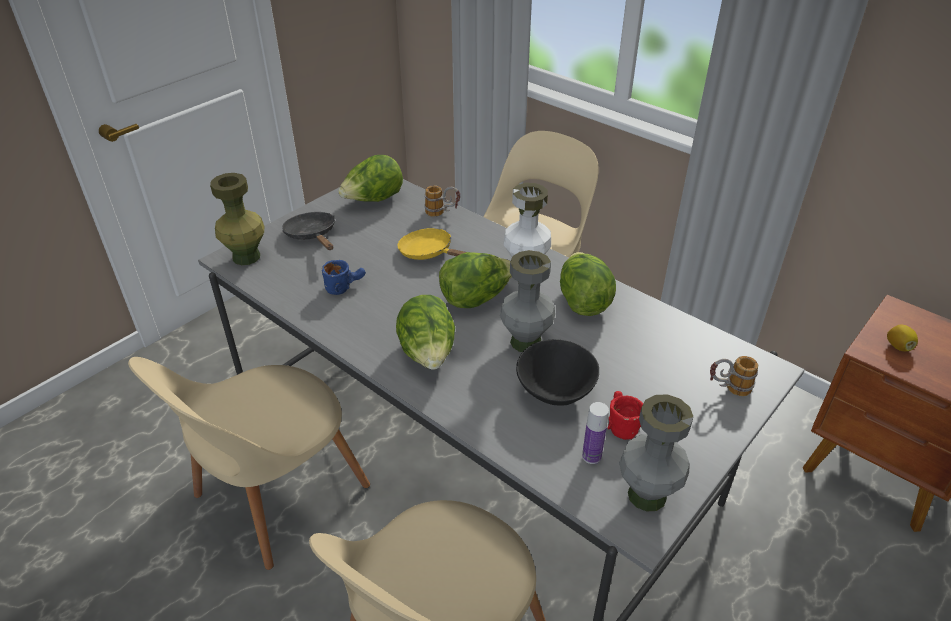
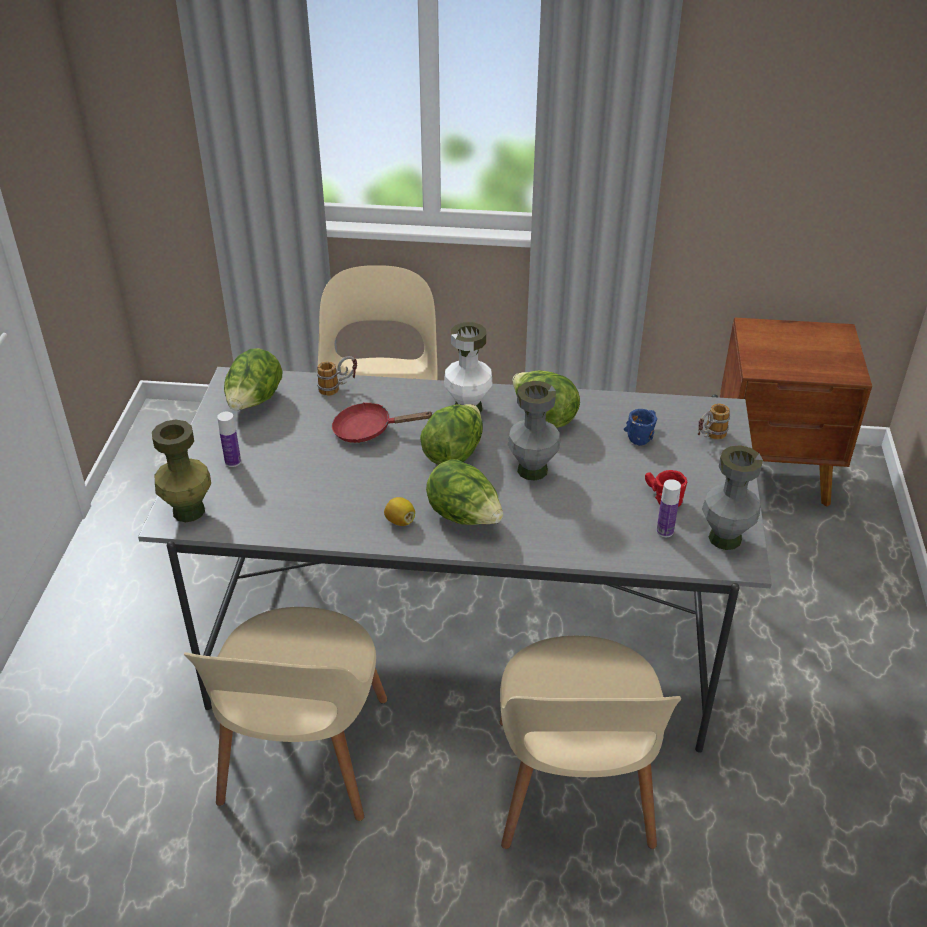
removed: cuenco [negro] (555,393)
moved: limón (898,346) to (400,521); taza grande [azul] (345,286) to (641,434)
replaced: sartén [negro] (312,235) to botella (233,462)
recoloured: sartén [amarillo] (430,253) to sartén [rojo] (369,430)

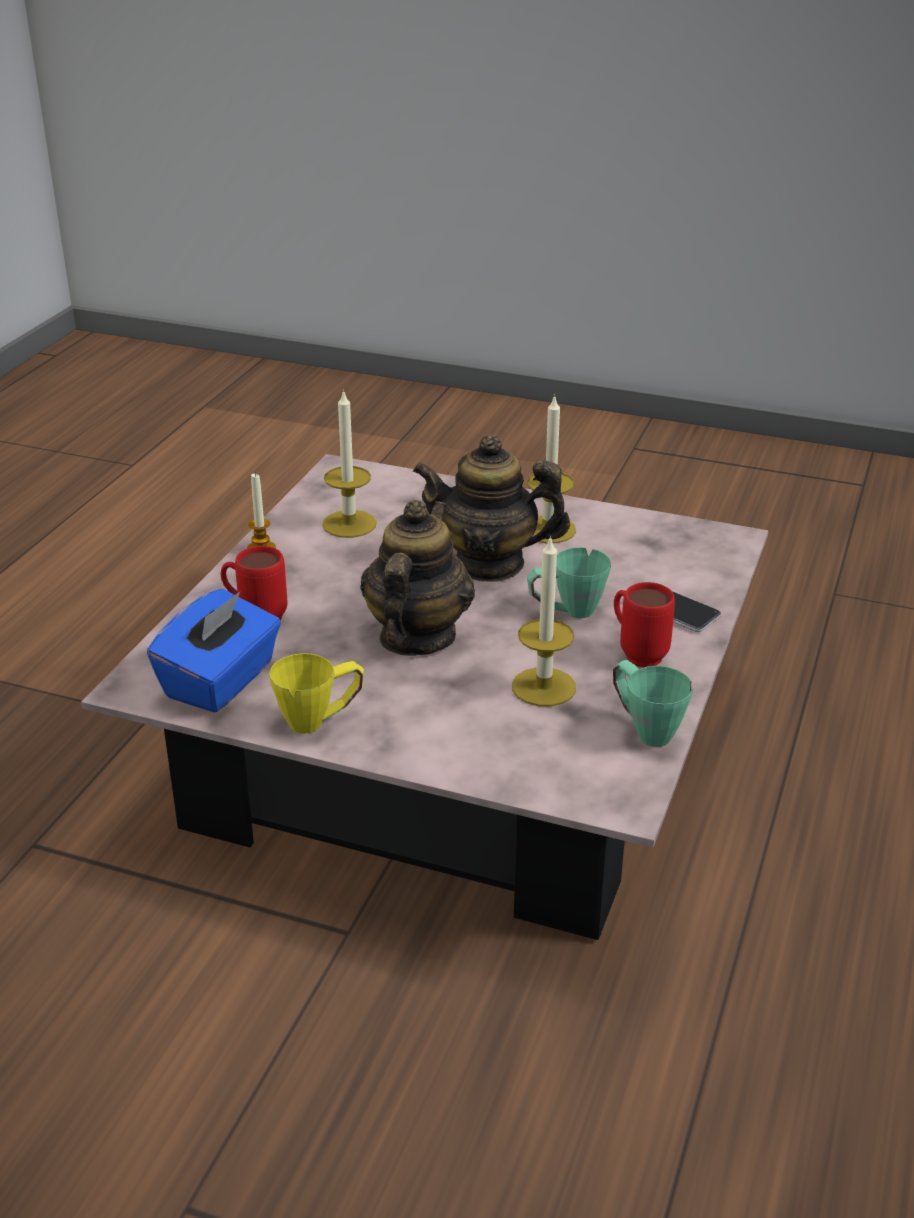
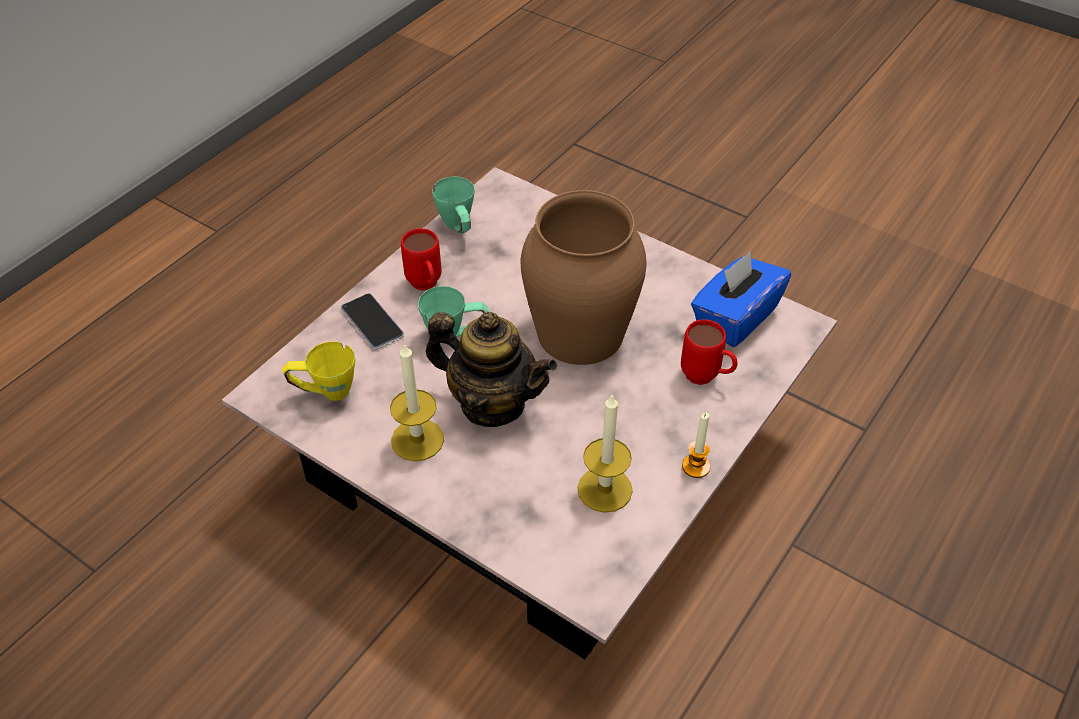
removed: vela (543,687)
moved: taza grande [amarillo] (320,720) to (325,392)
replaced: tetera (416,637) to florero [marrón] (581,332)

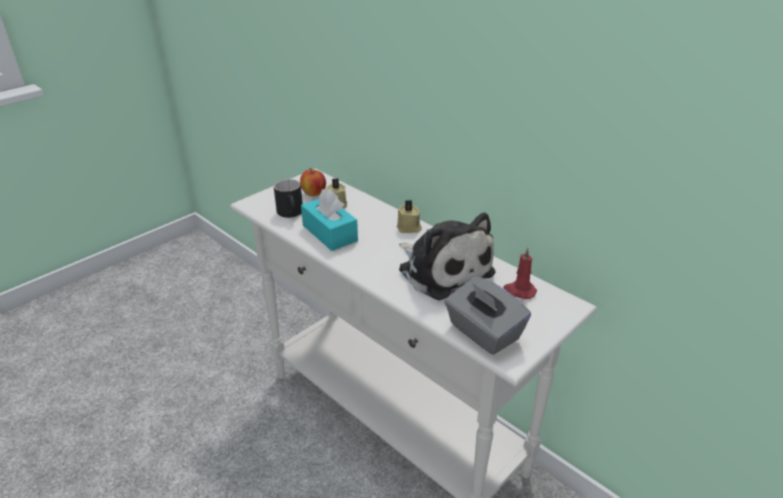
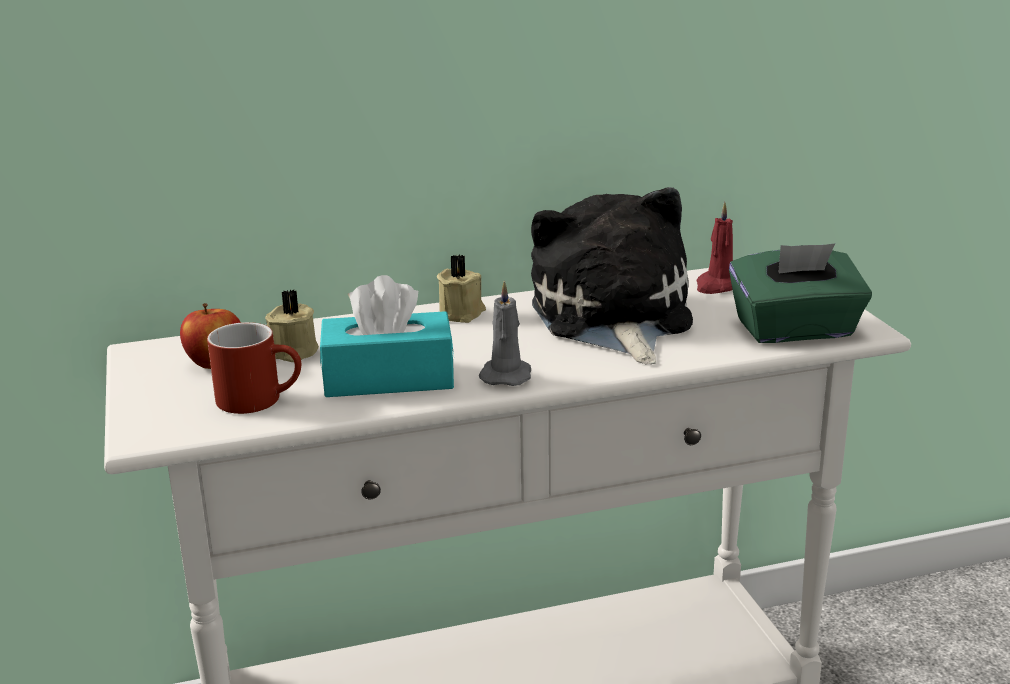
added: vela [gris] (506,375)
recoloured: taza grande [negro] (292,213) to taza grande [rojo] (261,399); caja de pañuelos [gris] (483,332) to caja de pañuelos [verde] (795,330)
turned: peluche (443,269) = (612,318) 90 degrees counterclockwise

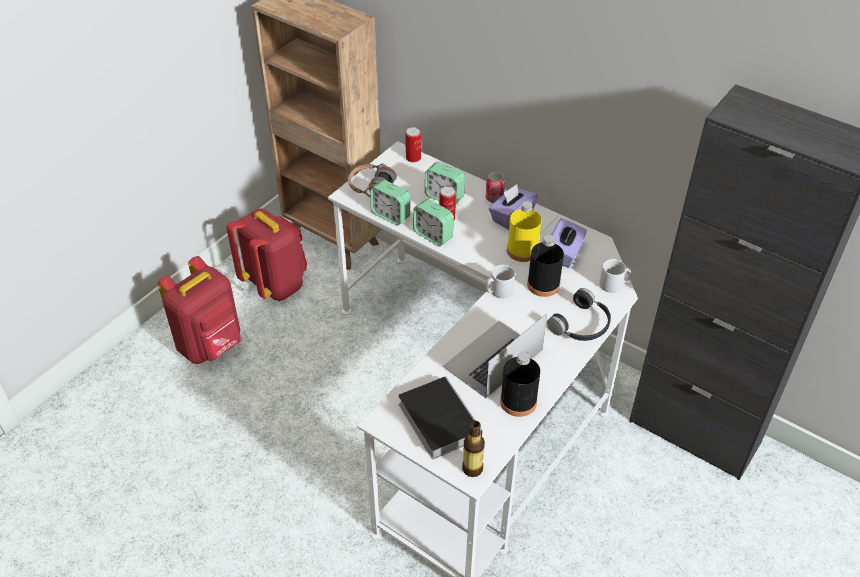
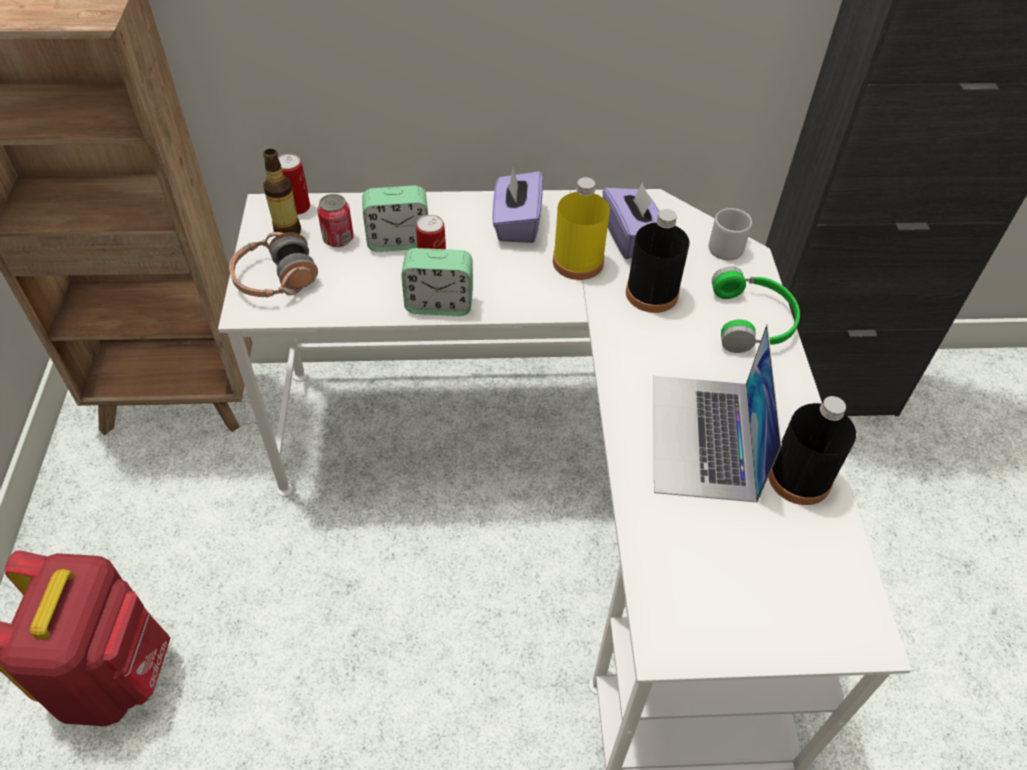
removed: mochila [rojo] (275,284); despertador (390,215); libro (437,419); taza grande [gris] (498,291)
moved: botella (472,468) to (287,232); lata (494,198) to (338,238)
recoloured: auriculares [negro] (582,325) to auriculares [verde] (753,321)

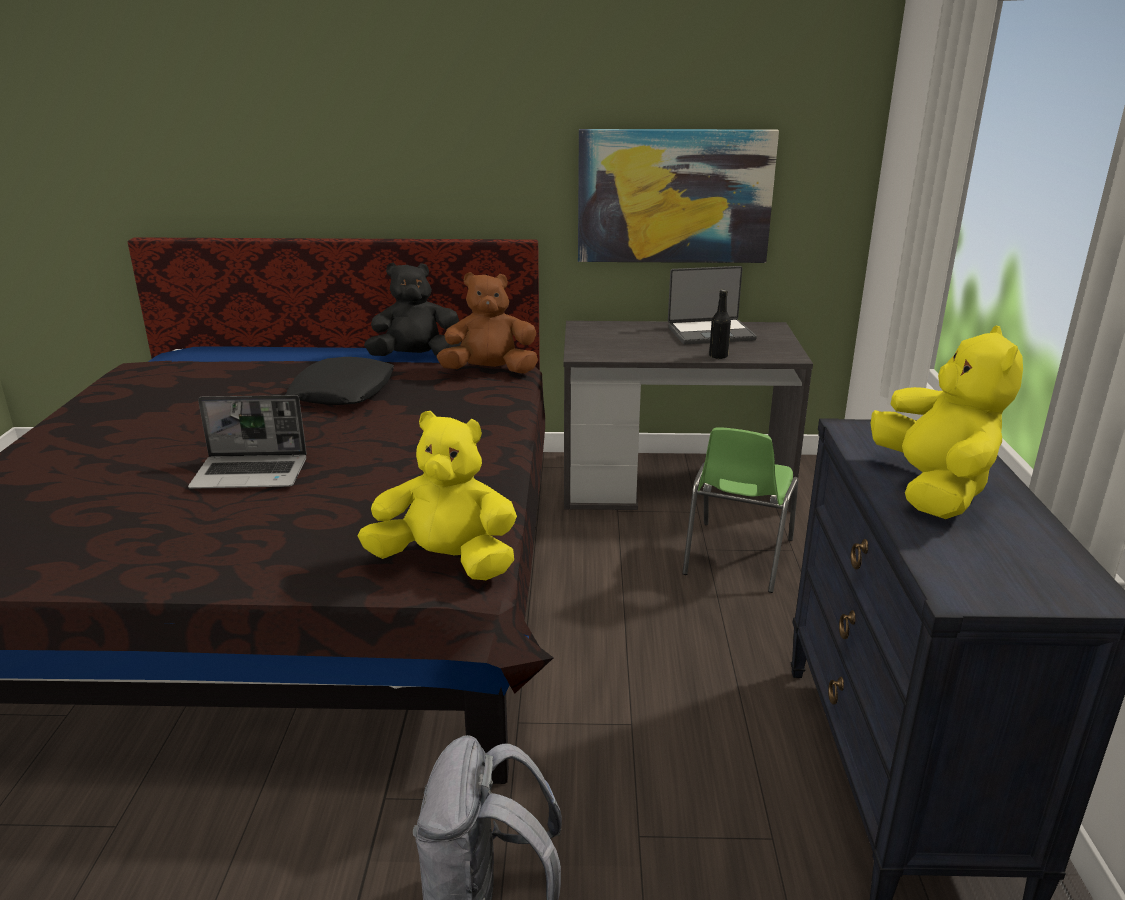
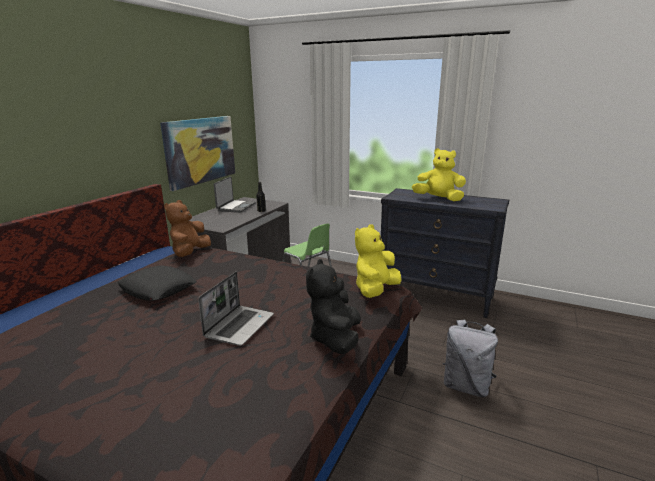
moved: peluche [negro] (415,358) to (335,338)

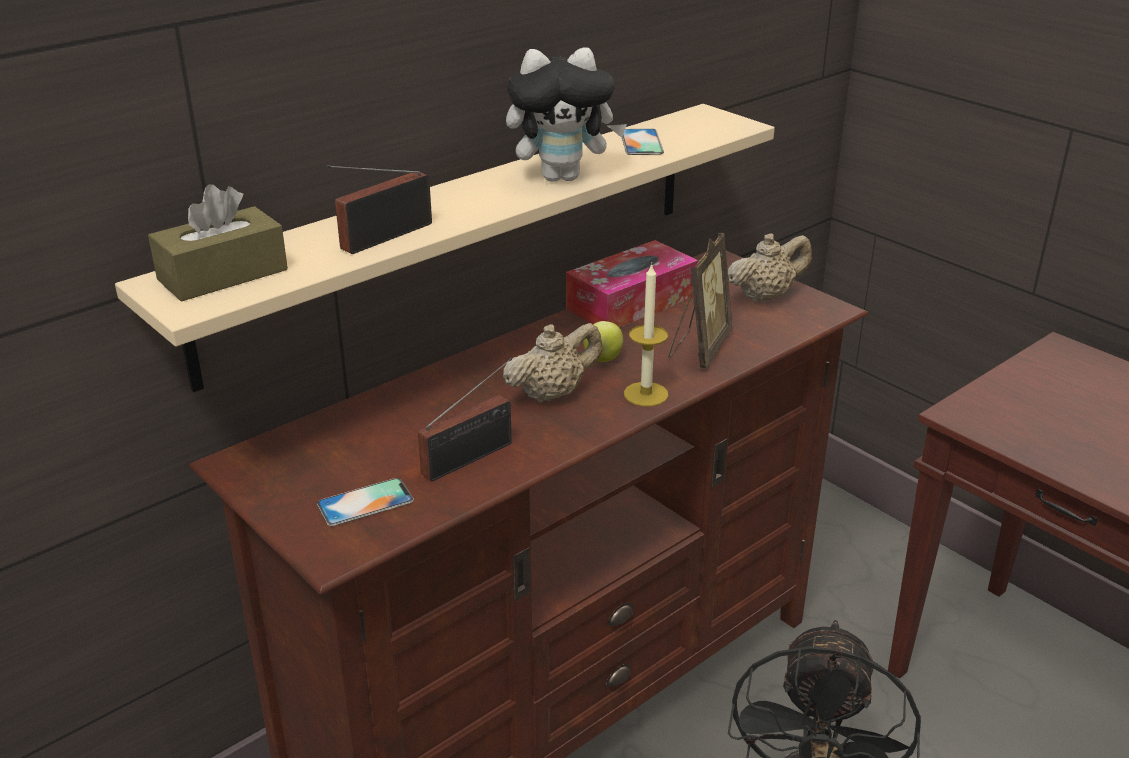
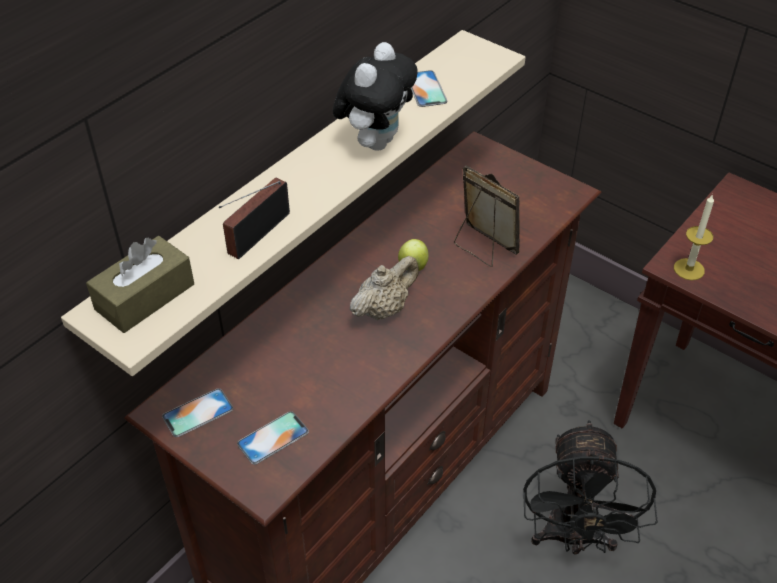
removed: radio (472,457); caja de pañuelos (631,302); tetera [beis] (766,296)
added: móvil (198,413)
moved: vela (646,394) to (689,269)
turned: peluche (562,177) = (375,141) 45 degrees counterclockwise; portarretratos (698,349) = (483,247) 60 degrees counterclockwise

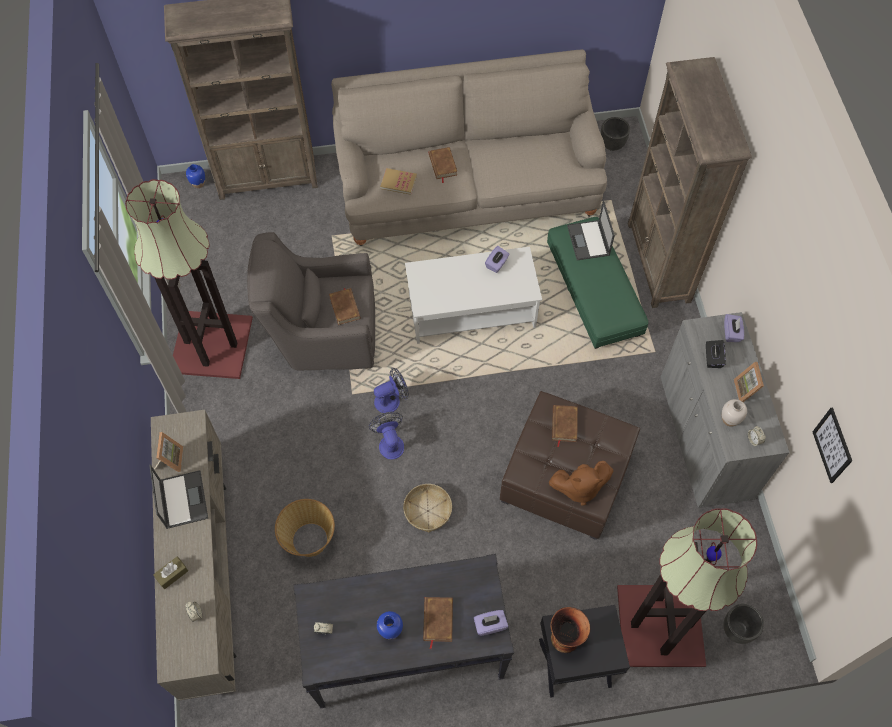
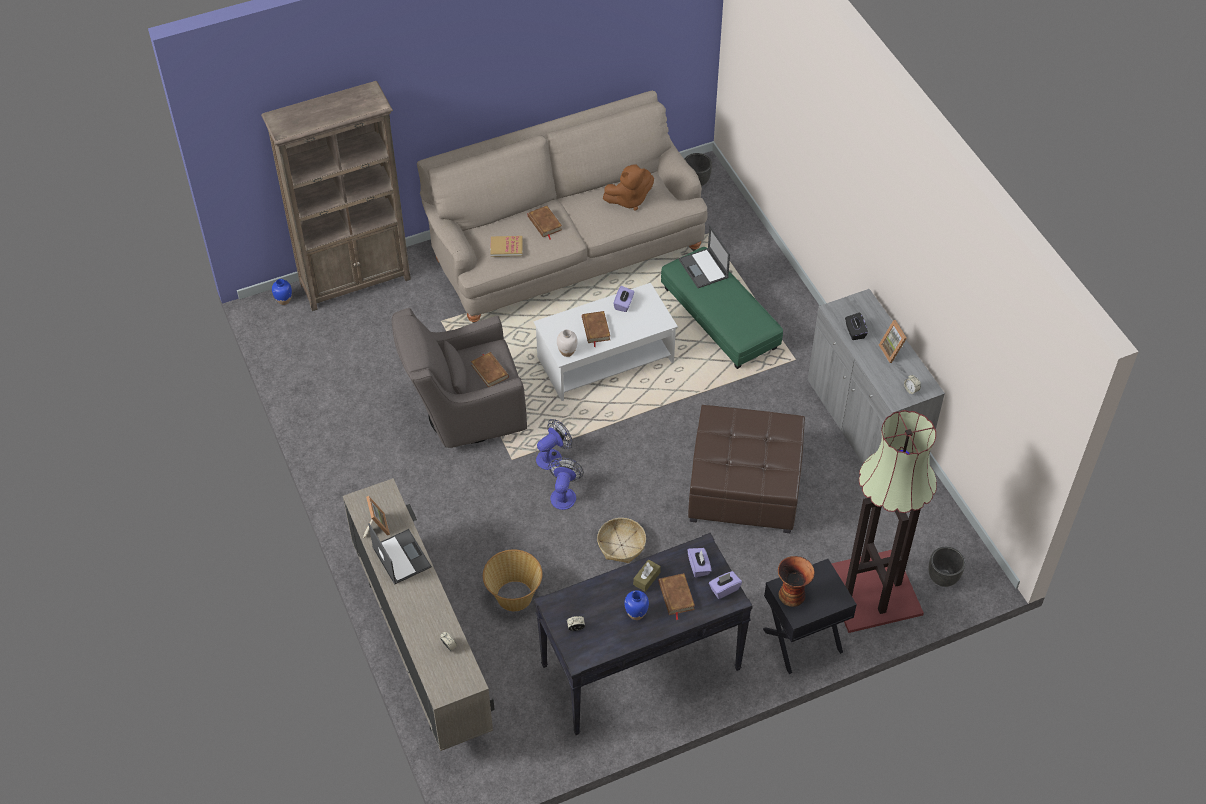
removed: lámpara de pie (210,344); estantería [marrón] (658,263); cuadro (832,445)
moved: florero [blanco] (729,420) to (567,352); libro [marrón] (564,425) to (595,329); peluche [marrón] (579,487) to (629,200); caja de pañuelos [marrón] (172,574) to (646,578); caja de pañuelos [morado] (731,333) to (699,567)
turned: ventilador (390,442) = (564,494) 45 degrees clockwise

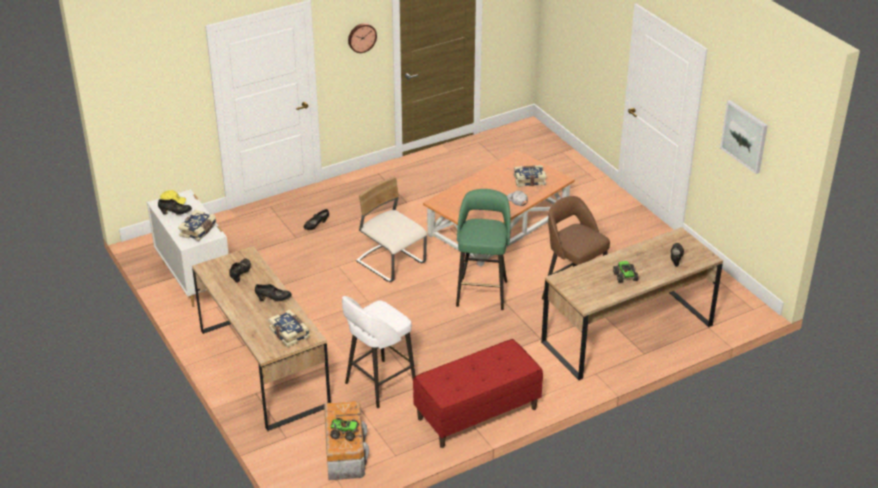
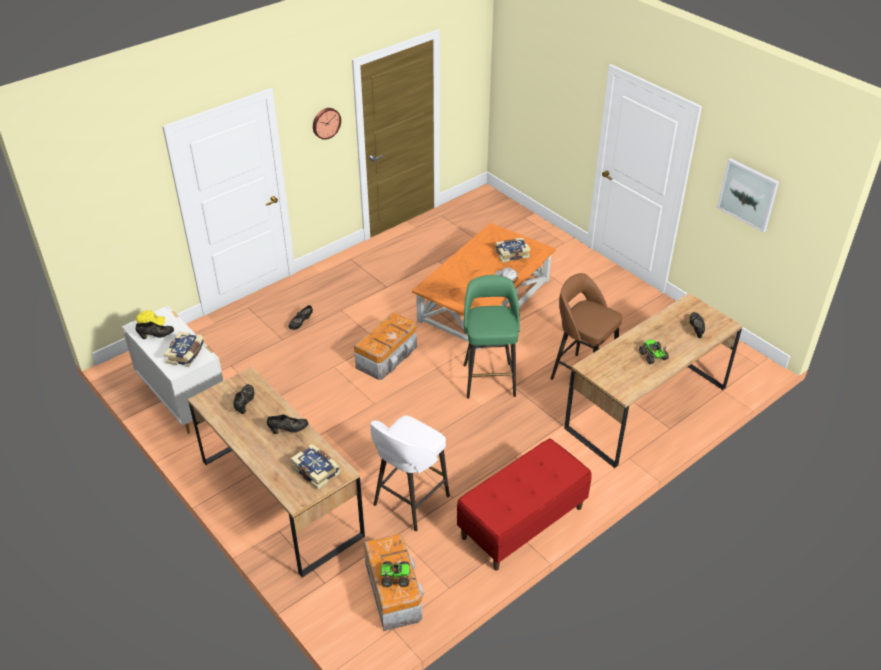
replaced: silla [beis] (391,263) to caja de almacenaje (388,356)

